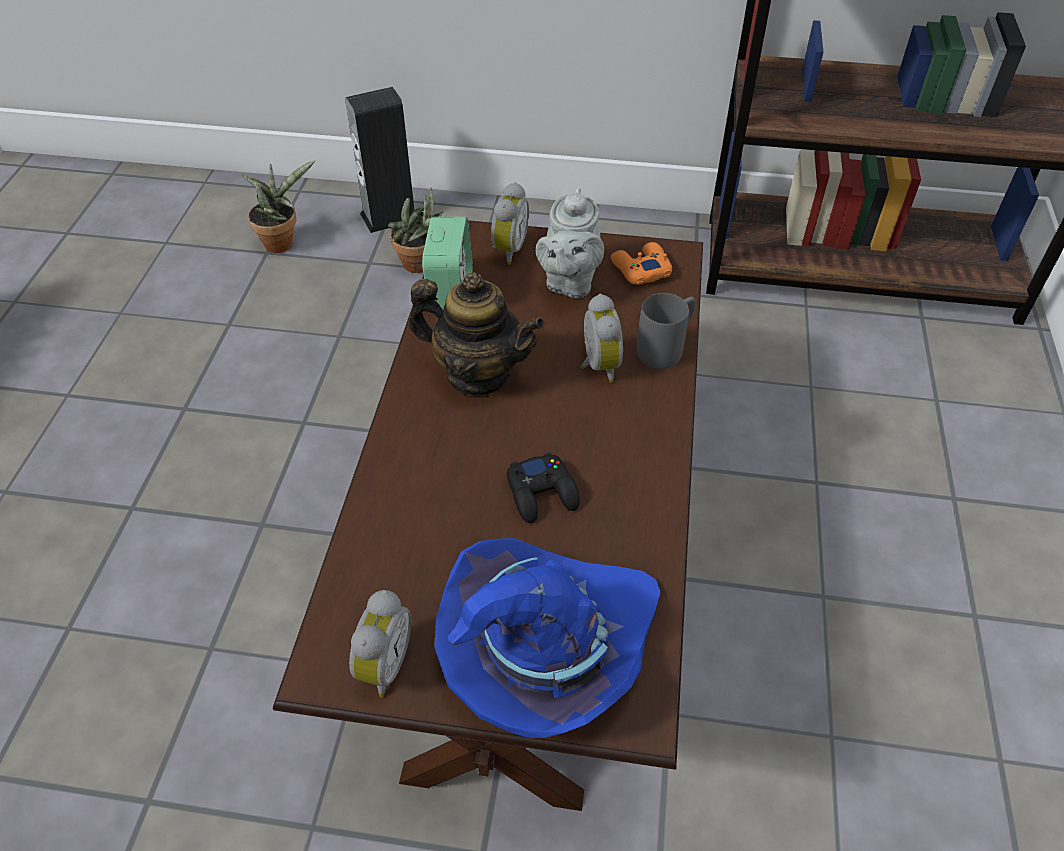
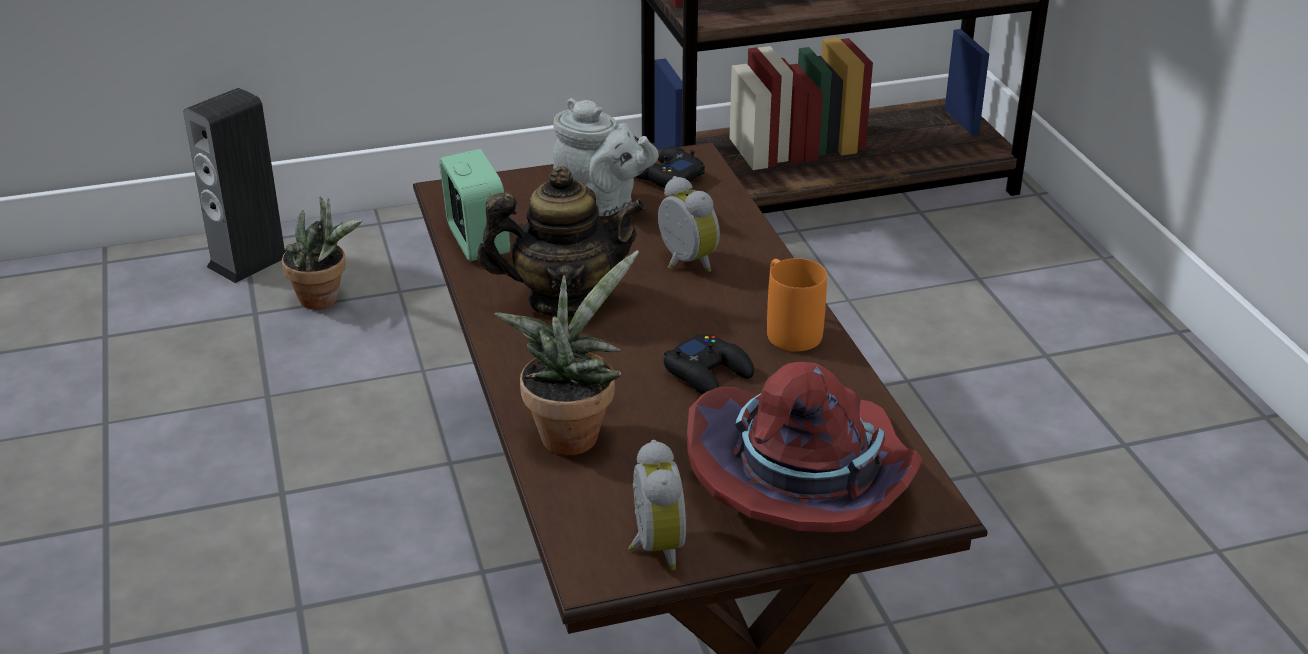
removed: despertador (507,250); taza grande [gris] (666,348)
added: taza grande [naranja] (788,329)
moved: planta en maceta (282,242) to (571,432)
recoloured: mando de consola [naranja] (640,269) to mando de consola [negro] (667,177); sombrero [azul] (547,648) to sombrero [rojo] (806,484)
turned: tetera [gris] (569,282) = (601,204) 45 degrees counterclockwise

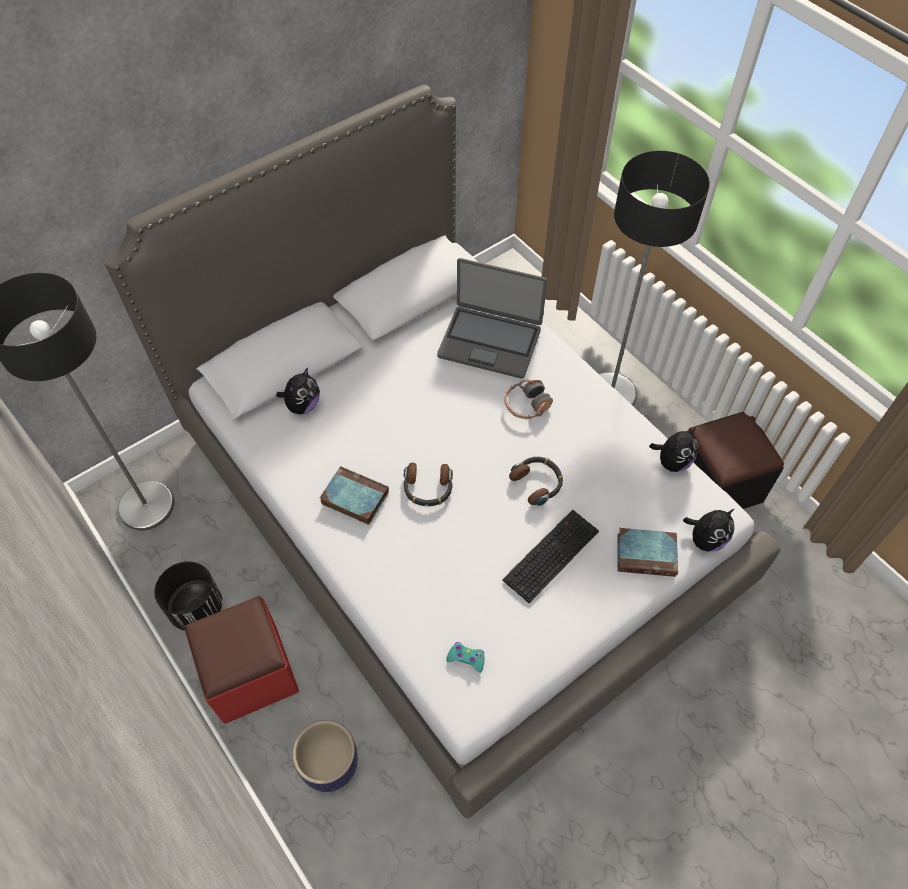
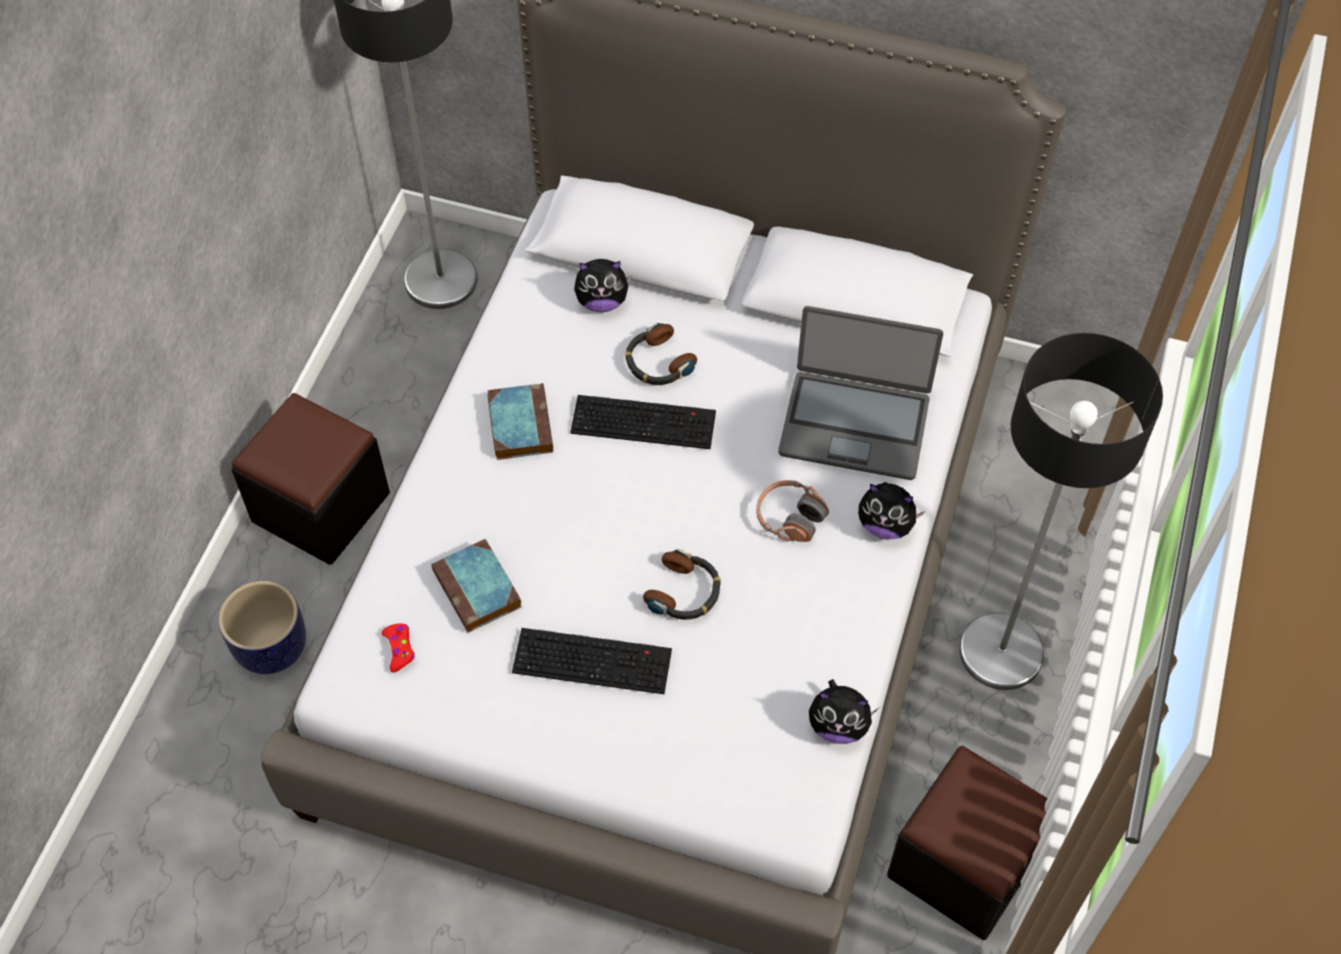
removed: maceta [negro] (197,608)
added: teclado (645,421)
moved: libro (647,554) to (479,590); auriculares (427,488) to (657,363); peluche (705,539) to (885,525)
recoloured: puf [rojo] (250,673) to puf [negro] (321,507); mando de consola [turquesa] (466,658) to mando de consola [rojo] (399,649)
turned: portátil (490,342) = (854,424) 60 degrees counterclockwise

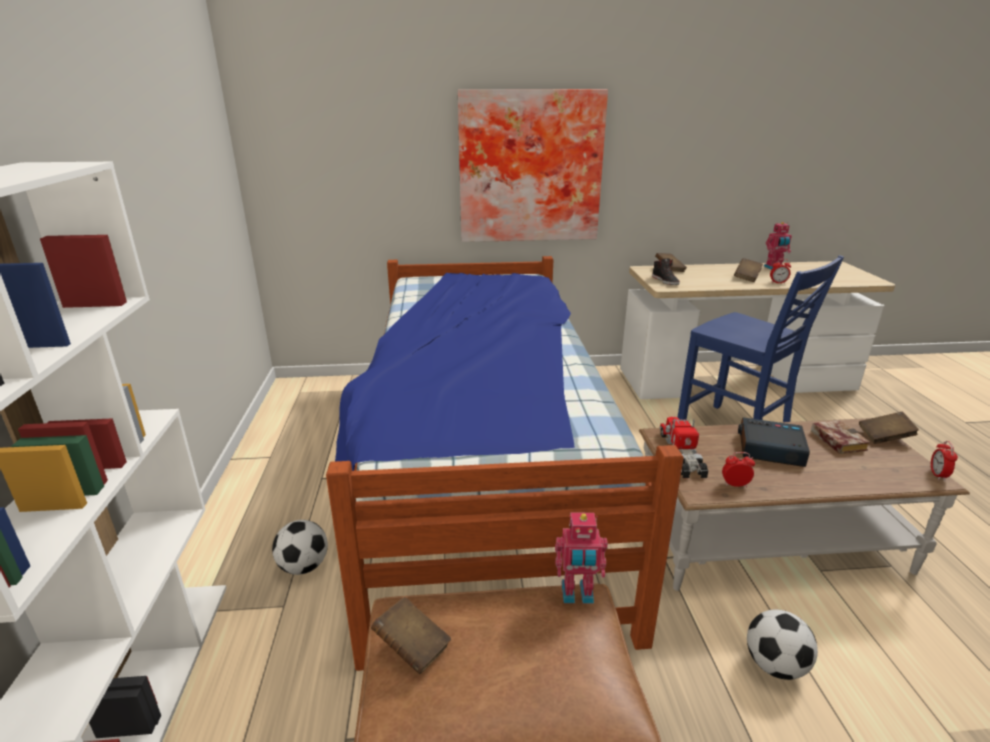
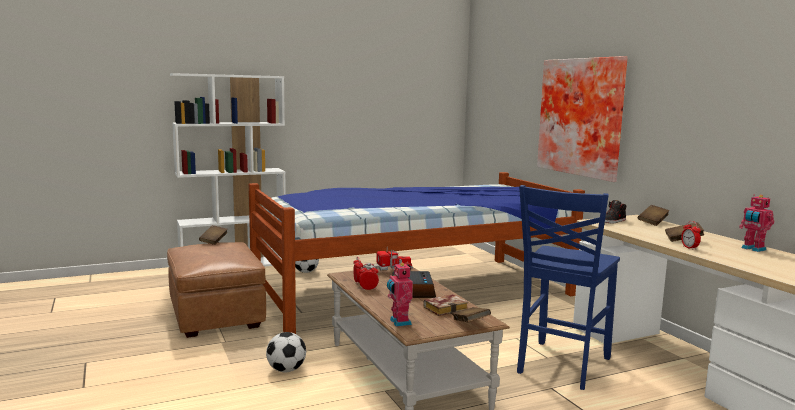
moved: despertador (937,475) to (368,289); robot de juguete (577,595) to (399,322)

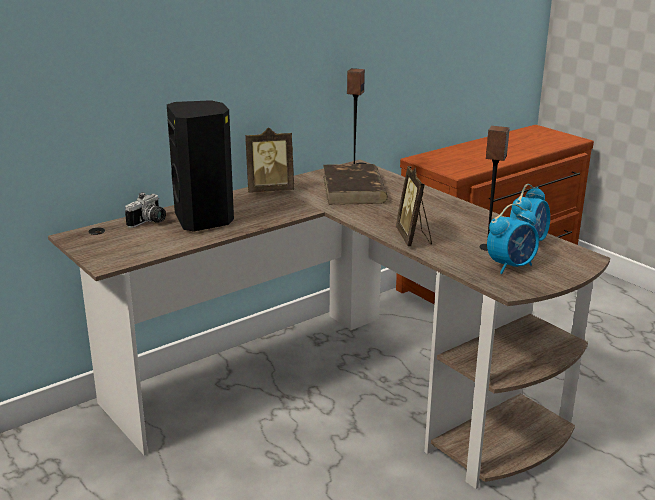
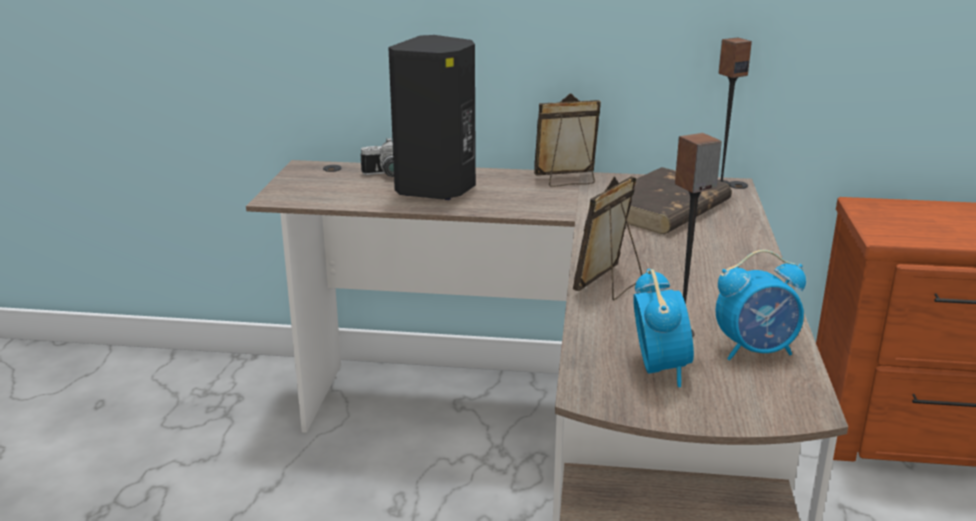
turned: portarretratos (270,190) = (567,180) 135 degrees clockwise; despertador (511,266) = (659,369) 105 degrees counterclockwise

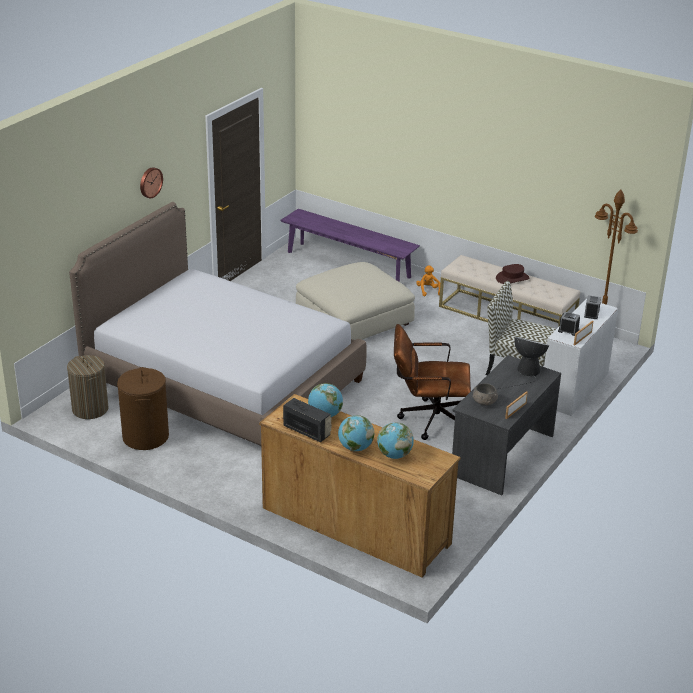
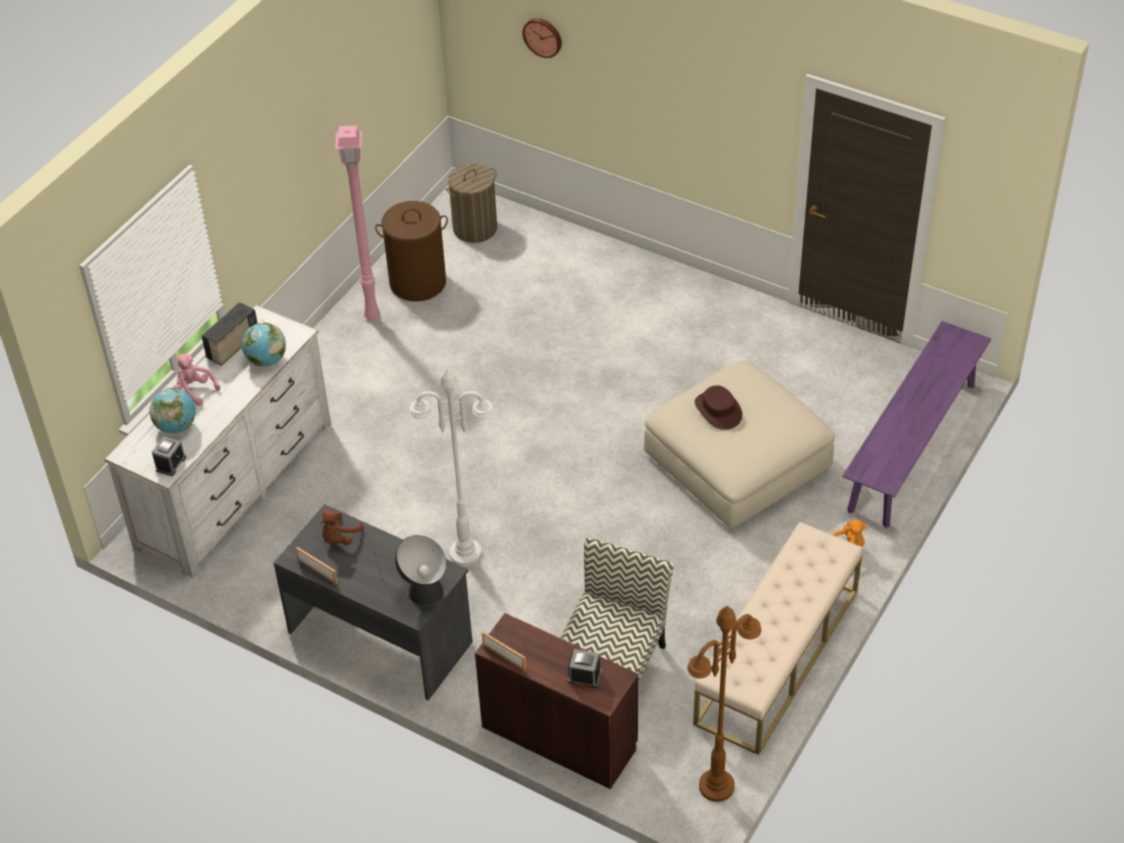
removed: cama (223,382)
added: lámpara de pie [rosa] (371,317)
moved: despertador (568,330) to (170,463); reloj de pared (150,182) to (543,36); sombrero [marrón] (512,278) to (718,410)
replaced: globo terráqueo (355,448) to peluche [rosa] (195,390); cuenco [gris] (484,402) to peluche [marrón] (339,538); silla de oficina [marrón] (428,419) to lámpara de pie [blanco] (466,553)
recoloured: cómoda [marrón] (355,525) to cómoda [blanco] (235,484); escritorio [blanco] (573,389) to escritorio [marrón] (559,736)

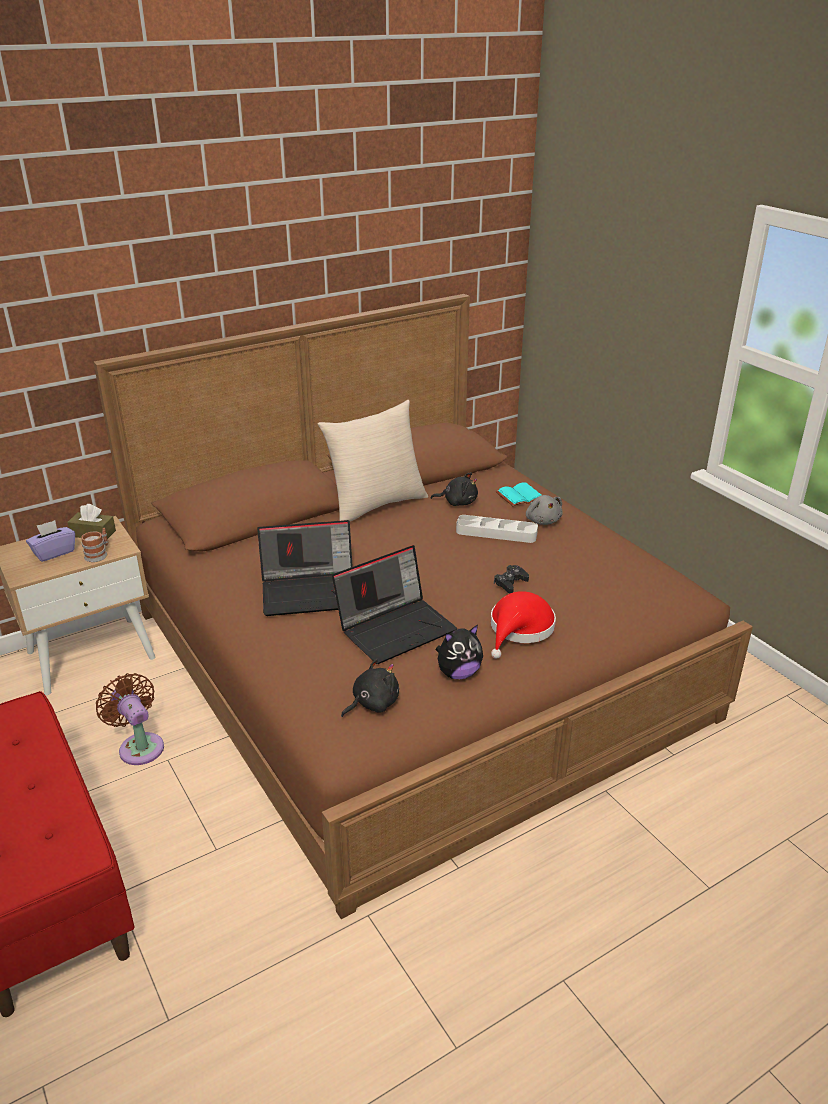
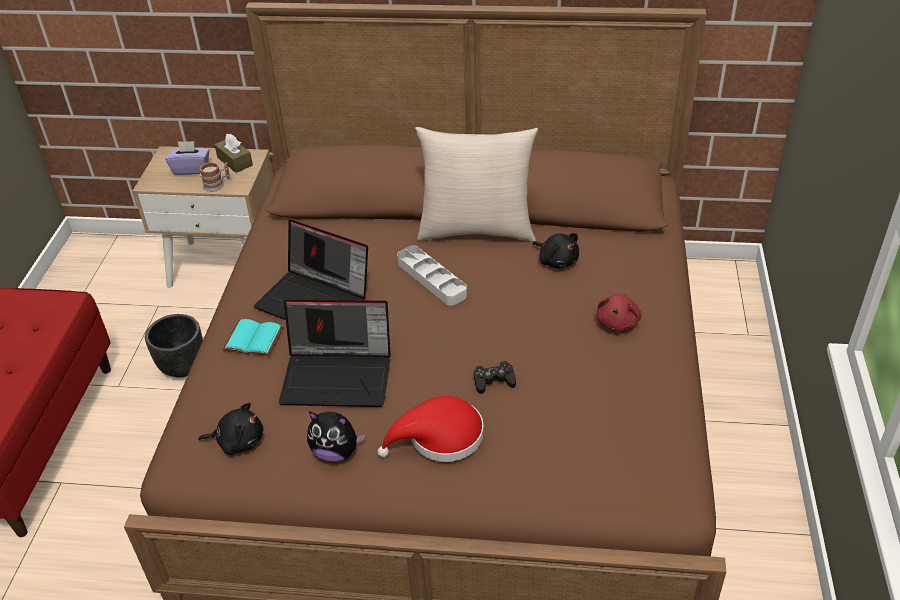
moved: libro [turquesa] (520,495) to (255,338); bandeja [gris] (496,533) to (431,279)
replaced: ventilador [marrón] (139,746) to maceta [negro] (182,367)
recoloured: peluche [gris] (542,520) to peluche [rojo] (618,322)

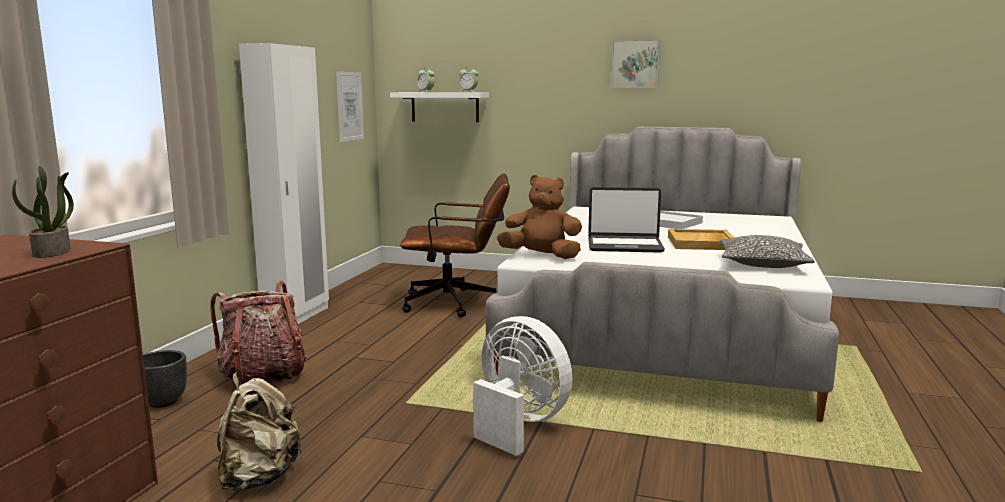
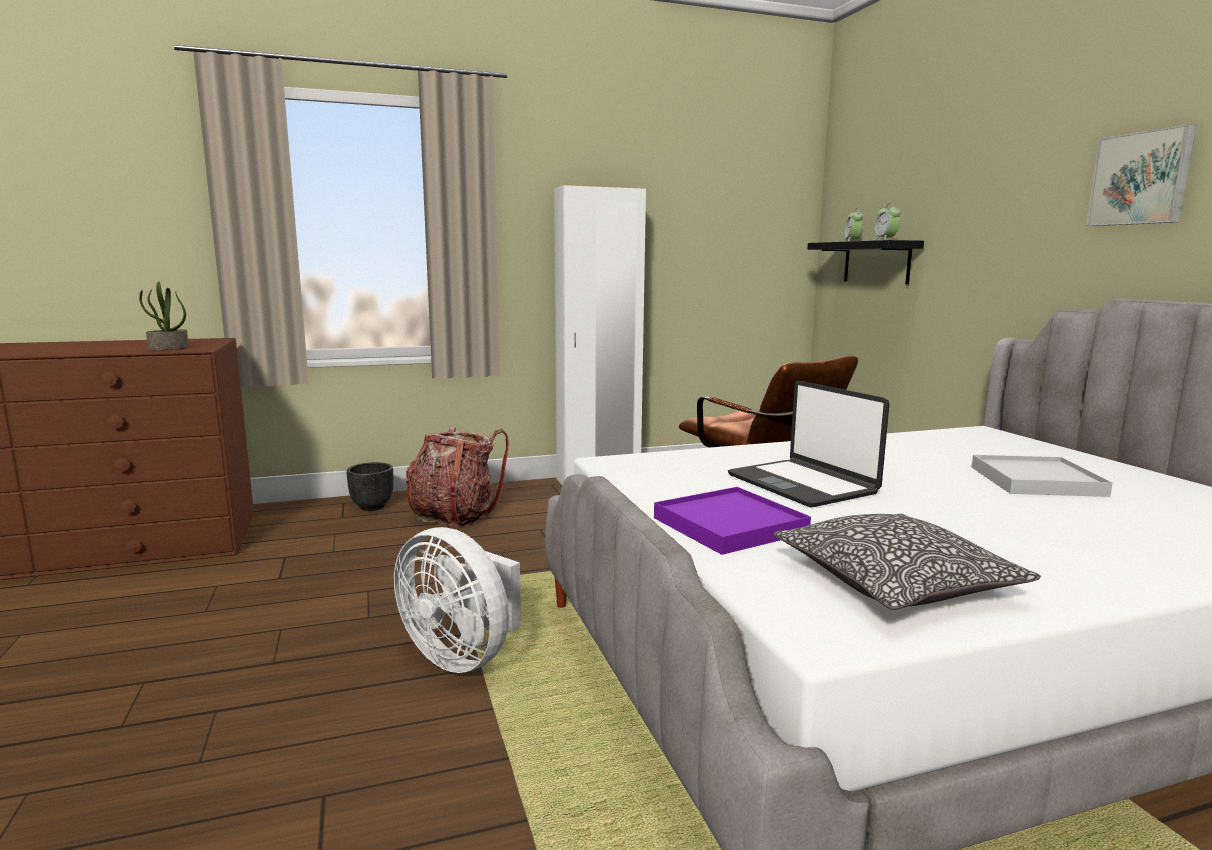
removed: mochila [beis] (259,478); cuadro (350,106); peluche [marrón] (541,256); bandeja [beis] (702,243)
added: bandeja [morado] (729,525)
recoloured: estante [blanco] (445,107) to estante [negro] (876,262)
turned: ventilador [blanco] (518,424) = (462,655) 120 degrees clockwise

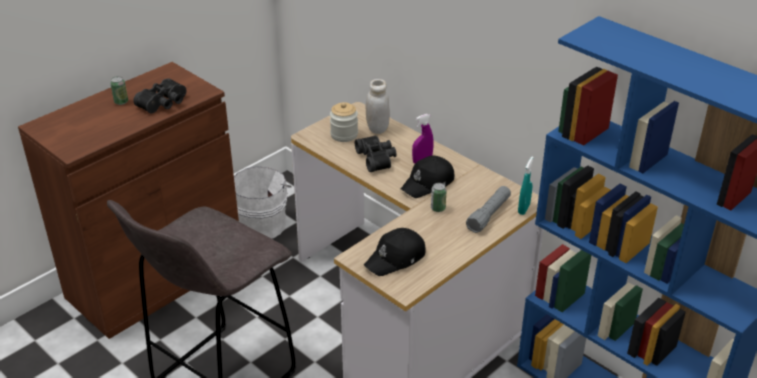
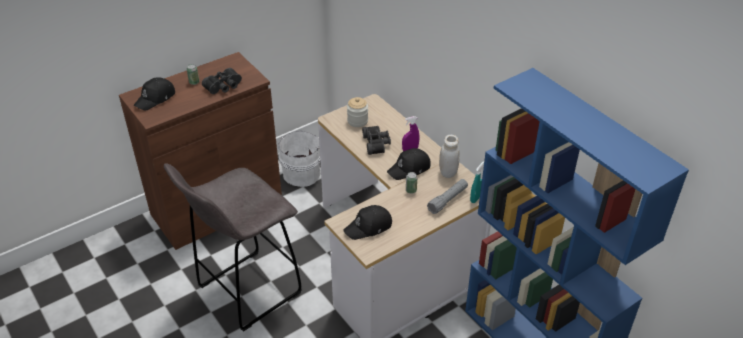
added: gorra [negro] (155,98)
moved: tarro [blanco] (377,128) to (448,172)

